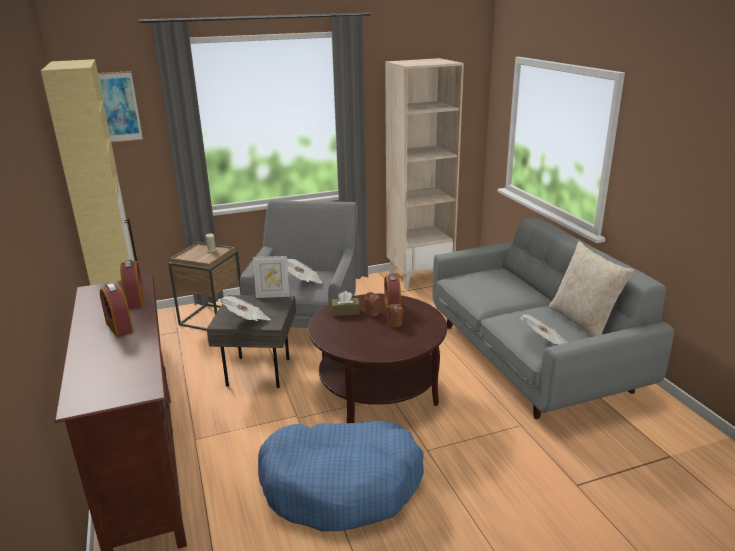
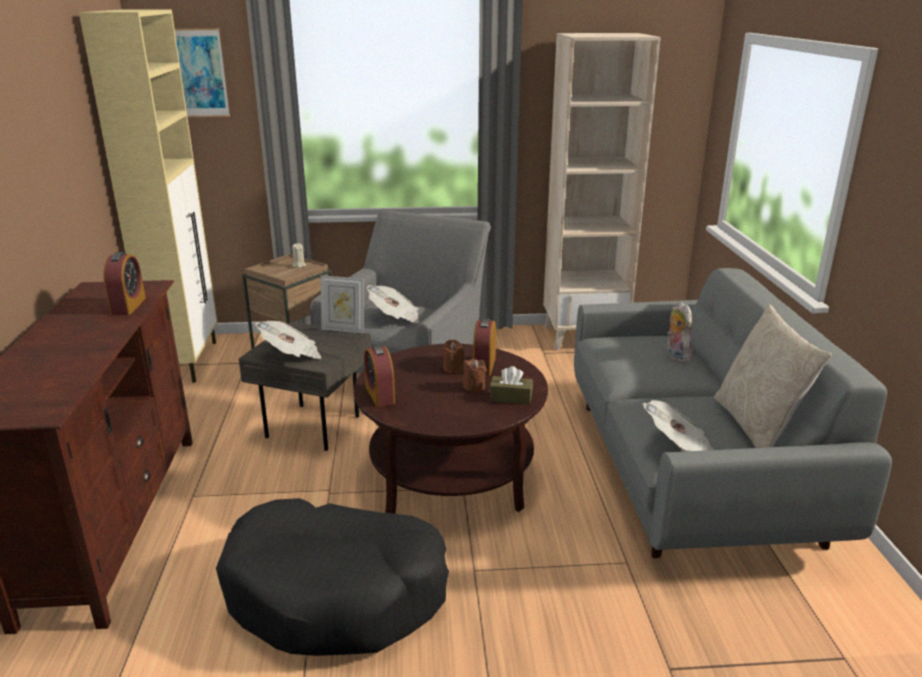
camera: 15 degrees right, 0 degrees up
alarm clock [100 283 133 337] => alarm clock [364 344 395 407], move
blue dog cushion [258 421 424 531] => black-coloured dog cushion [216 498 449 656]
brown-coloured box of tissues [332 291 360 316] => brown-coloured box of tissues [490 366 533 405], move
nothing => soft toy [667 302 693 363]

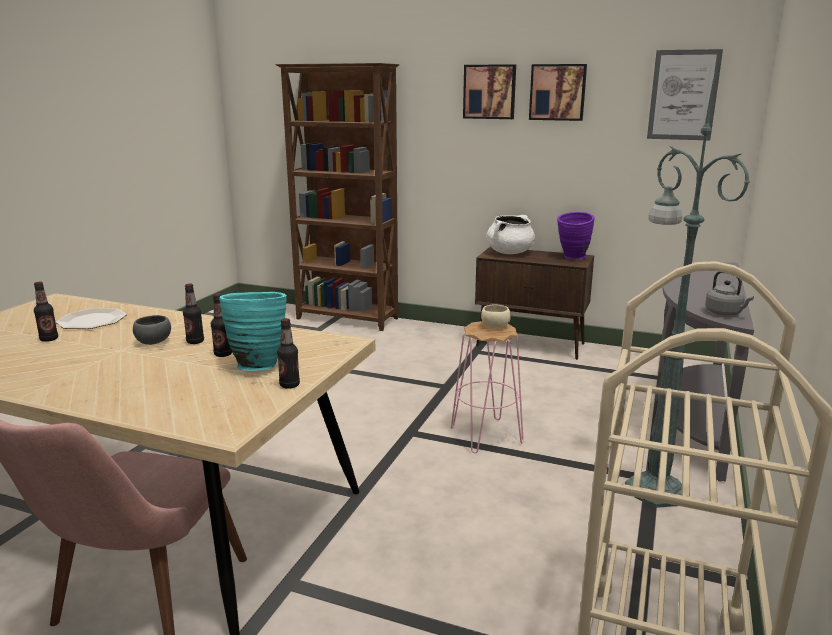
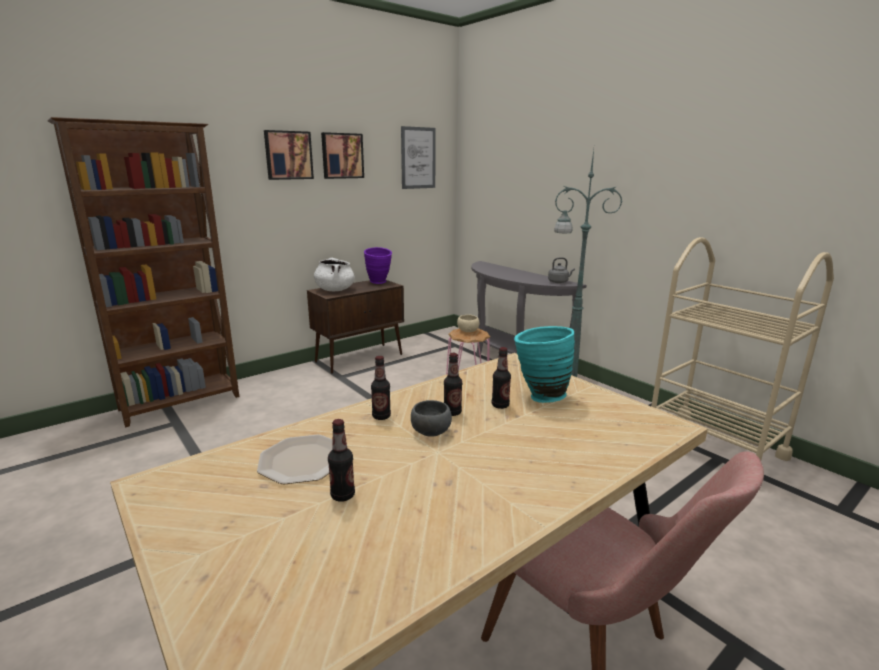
camera: 60 degrees left, 0 degrees up
drink bottle [277 318 300 389] => drink bottle [371 356 391 420], move

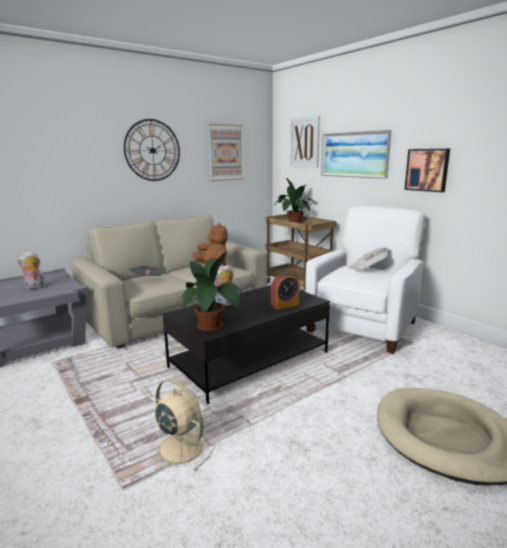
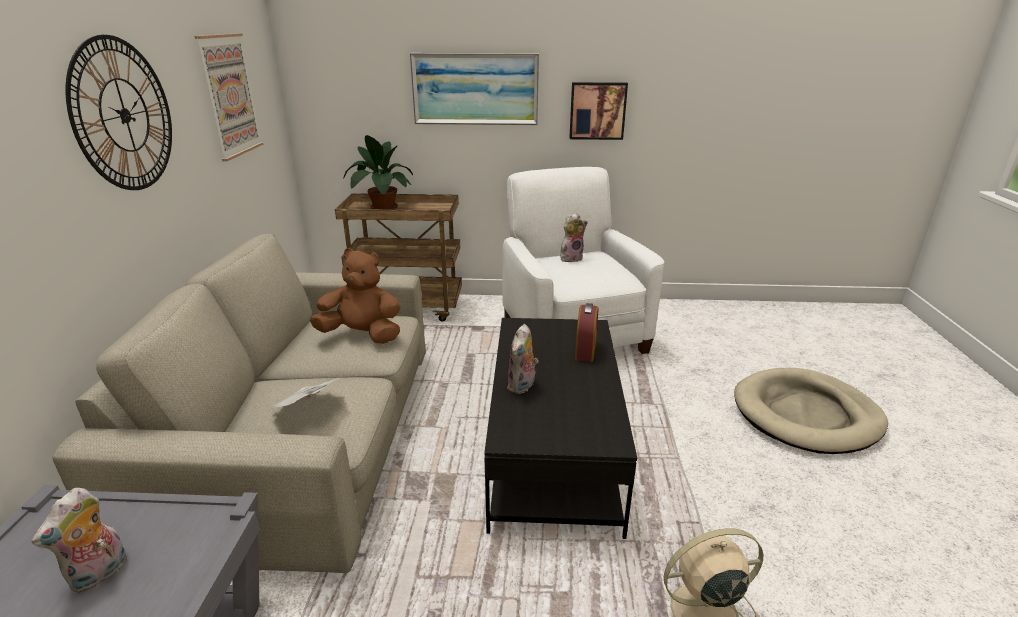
camera: 50 degrees left, 10 degrees up
potted plant [179 252 246 331] => nothing
wall art [290 116 320 168] => nothing
printed paper [348 248 389 271] => soft toy [560 213 588 262]

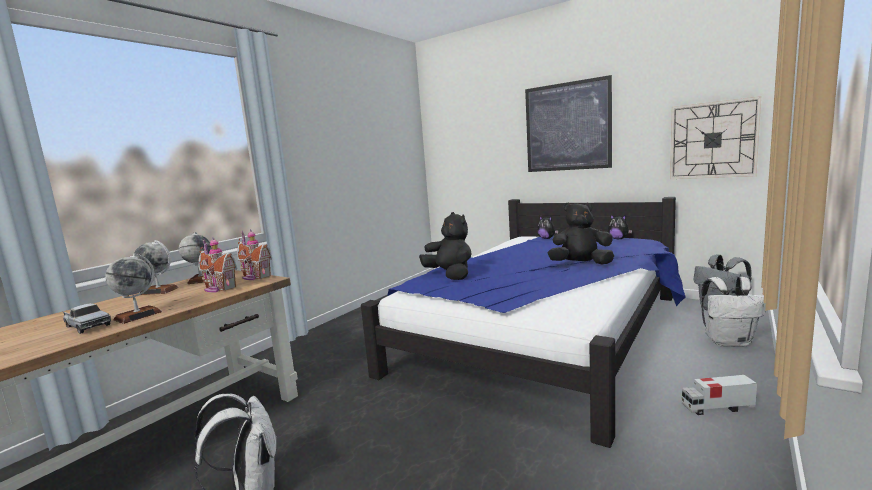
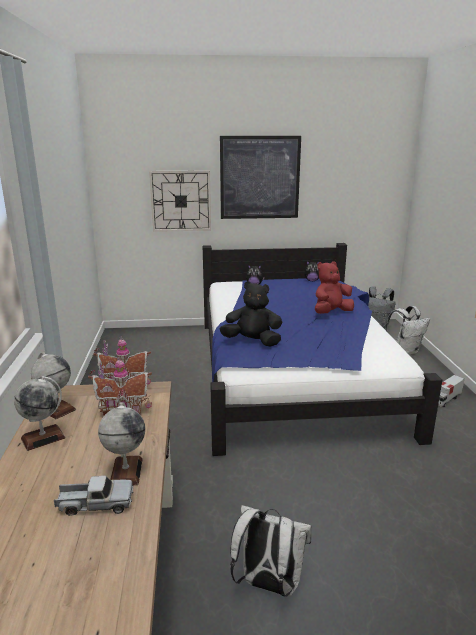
camera: 40 degrees left, 10 degrees up
black-coloured soft toy [547 203 614 264] => red soft toy [315 261 354 314]
wall clock [670 96 761 179] => wall clock [149 171 211 232], move

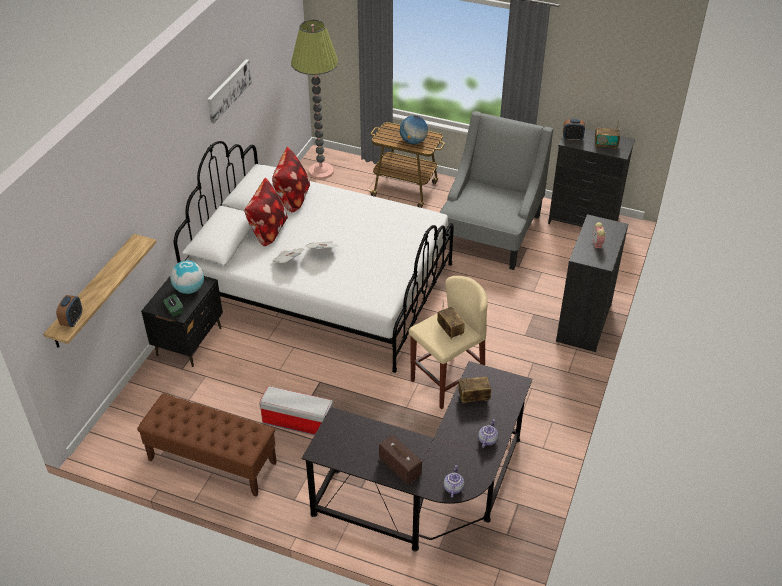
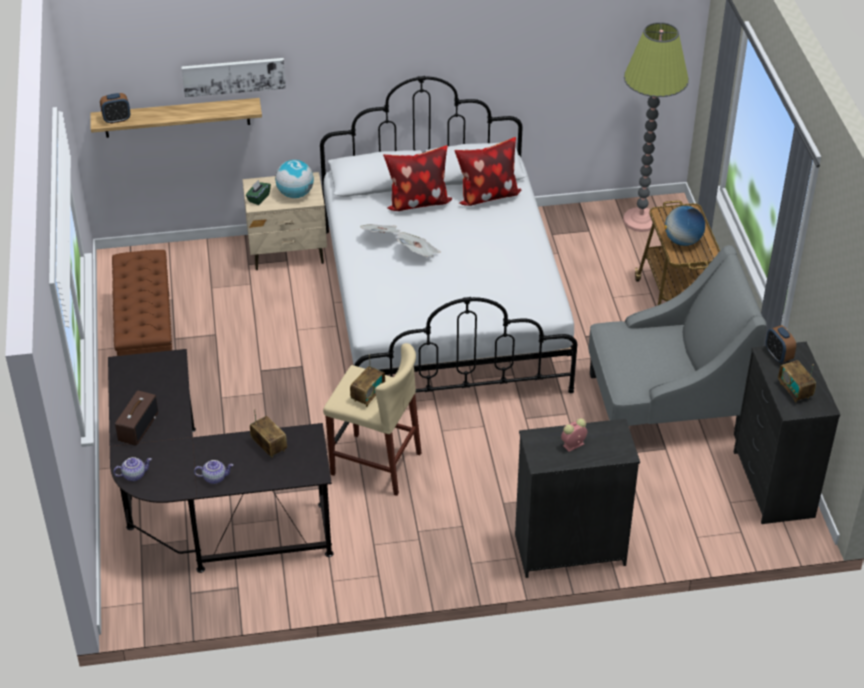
camera: 60 degrees right, 0 degrees up
black-coloured bedside table [141 276 223 367] => beige-coloured bedside table [242 172 327 270]
wall art [207 59 252 123] => wall art [181 58 286 97], move
storage bin [259 386 333 435] => nothing

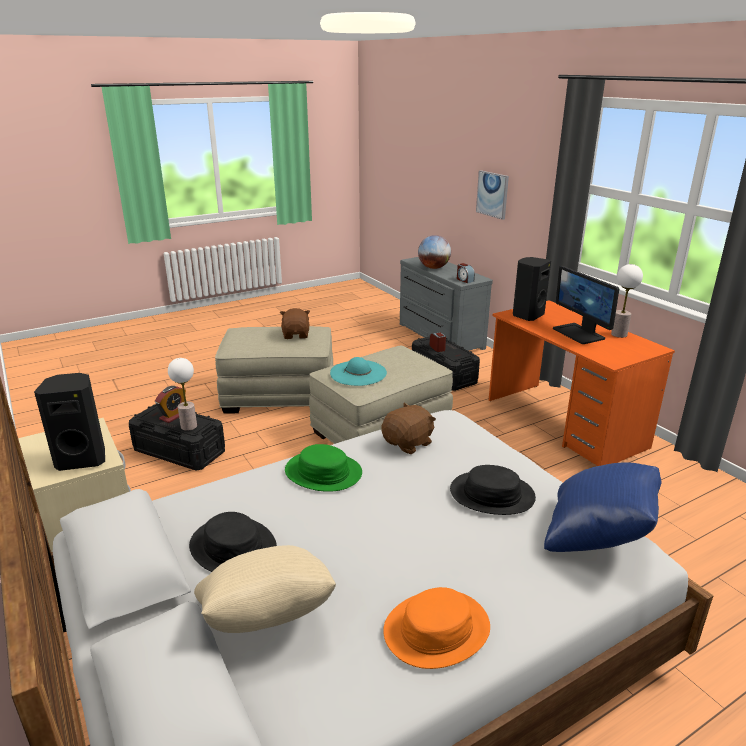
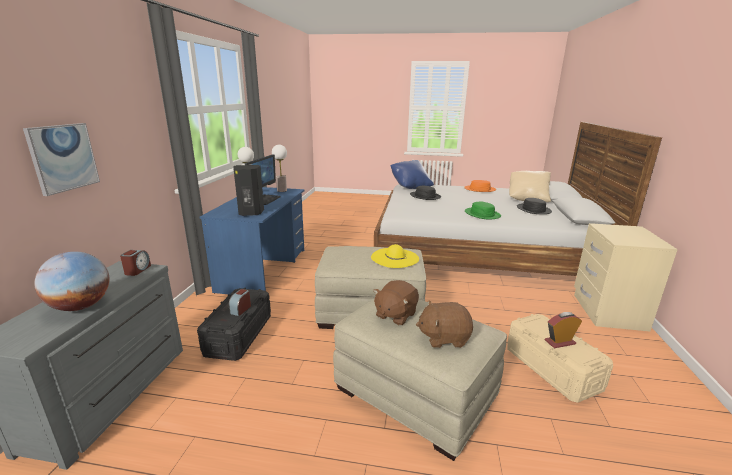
camera: 140 degrees left, 5 degrees down
black-coloured audio speaker [34 373 105 471] => nothing
black-coloured storage bin [129 404 225 470] => beige-coloured storage bin [507 314 613 403]
lamp for a table [168 358 197 431] => lamp for a table [272 145 287 192], move
turquoise-coloured clothing hat [330 357 387 386] => yellow clothing hat [371 244 419 268]
brown-coloured soft toy [381 403 436 454] => brown-coloured soft toy [416 300 473 348], move
orange desk unit [489 300 675 466] => blue desk unit [200 187 305 294]

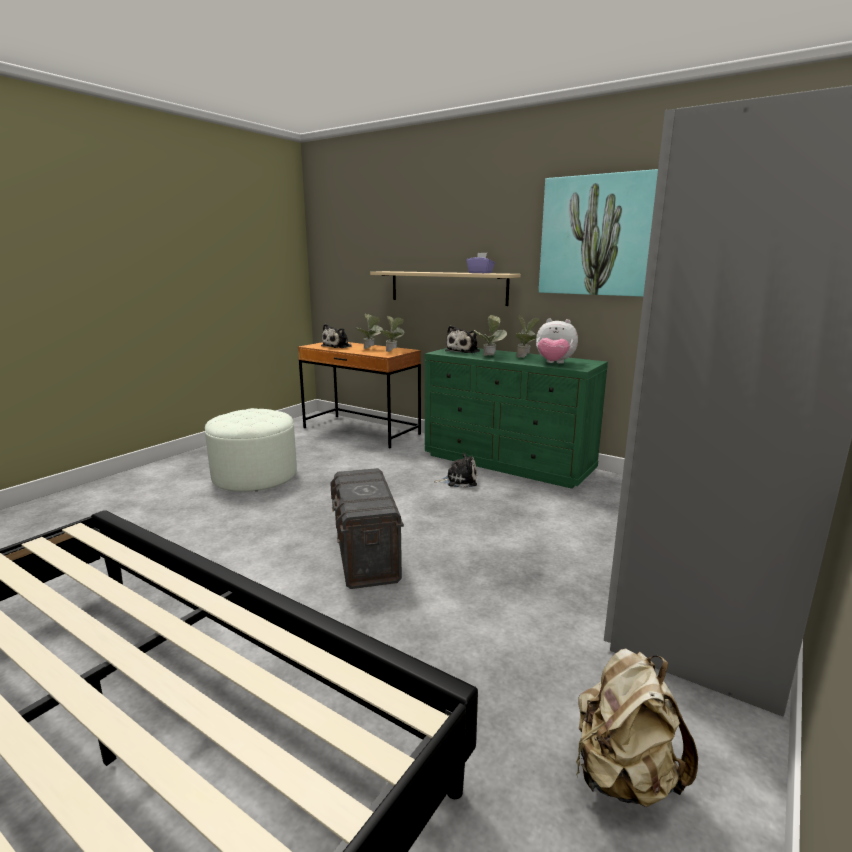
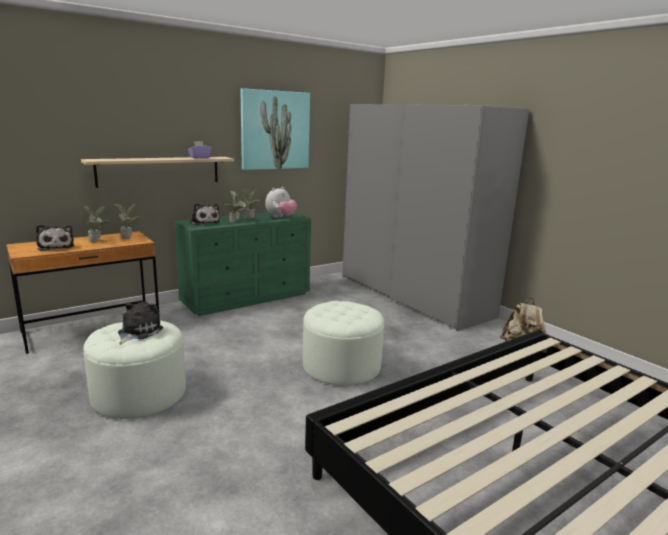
camera: 70 degrees left, 0 degrees up
greyish storage bin [330 468 404 589] => white footrest [303 301 384 386]
soft toy [434 453 477 488] => soft toy [118 302 163 344], move

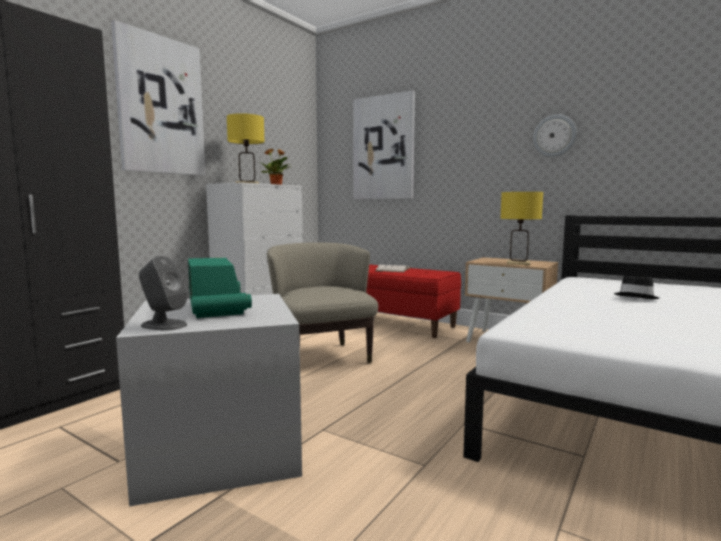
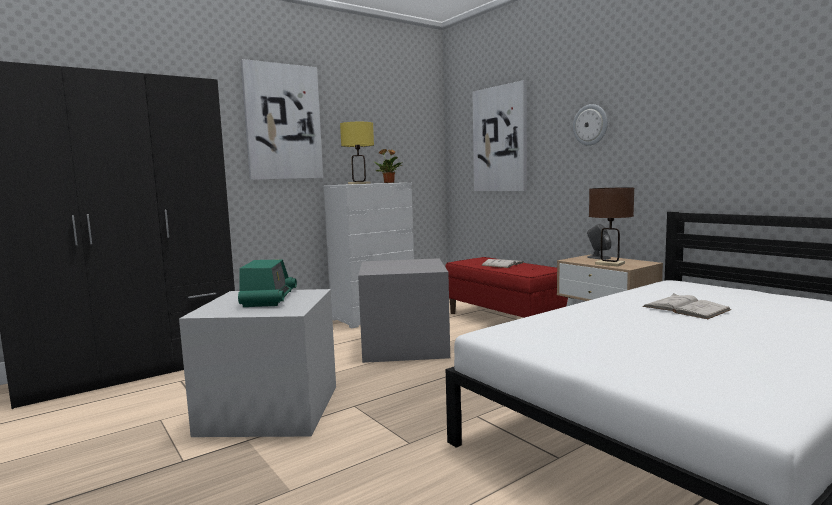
camera: 20 degrees right, 0 degrees up
greyish audio speaker [139 256 187 331] => greyish audio speaker [587 224 612 259], move
beige-coloured lounge chair [267 242 378 363] => greyish storage bin [358 258 450 363]
yellow lamp for a table [500 192 543 265] => brown-coloured lamp for a table [589 188 634 266]
wall clock [533 114 577 157] => wall clock [573 104 608 146], move
black-coloured clothing hat [614 276 659 299] => white book [642 293 731 319]

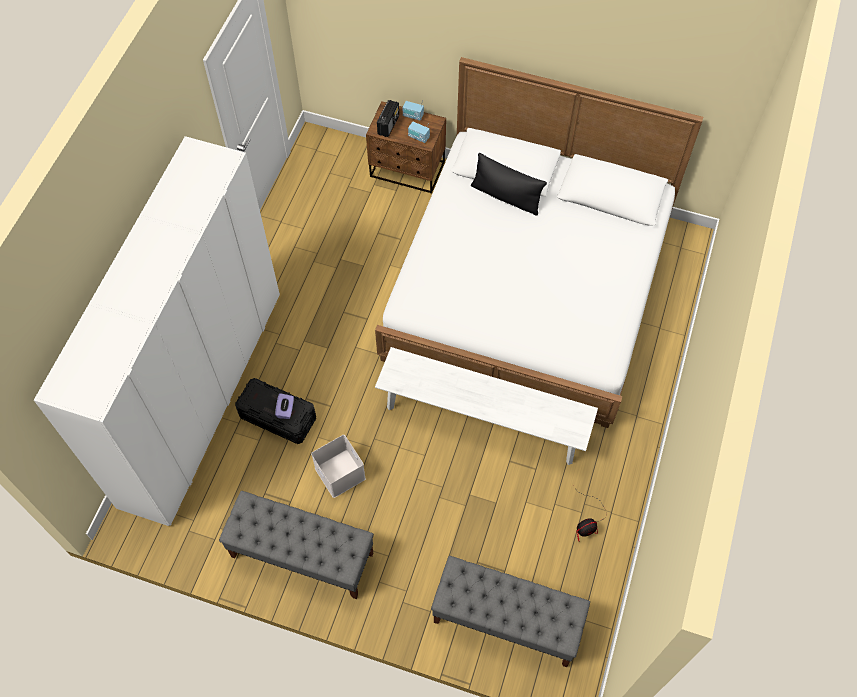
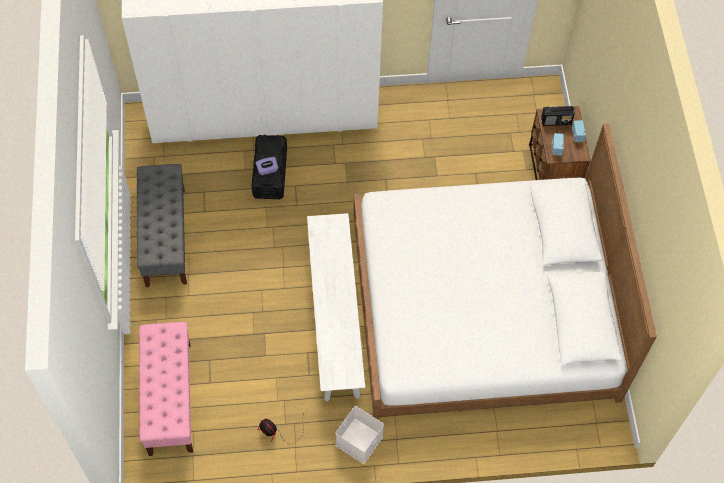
camera: 65 degrees right, 0 degrees up
white storage bin [311 435 366 498] => white storage bin [336 406 384 464], move
greyish indoor bench [431 556 590 667] => pink indoor bench [139 322 193 456]
black-coloured cushion [471 153 547 216] => nothing

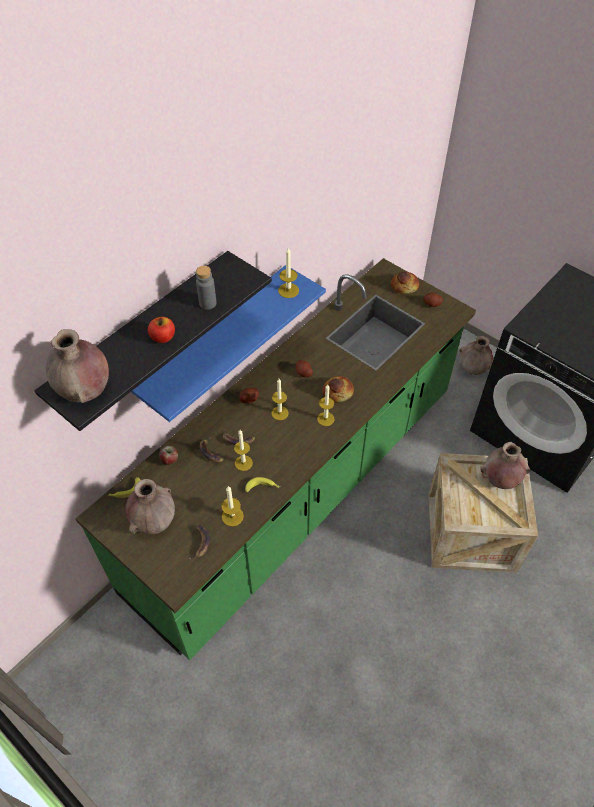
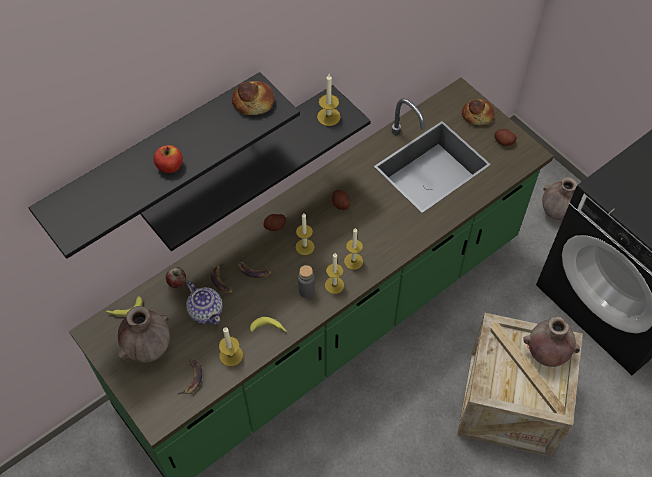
camera: 10 degrees right, 5 degrees up
brown-coloured vase [45 329 109 403] => nothing
blue wall shelf [131 265 326 422] => black-coloured wall shelf [140 85 371 251]
greyish drink bottle [196 266 217 310] => greyish drink bottle [298 265 315 298], move
wax candle [234 430 253 471] => wax candle [325 253 344 294], move
bread [322 376 354 402] => bread [232 81 274 115], move
nothing => teapot [186 281 223 325]

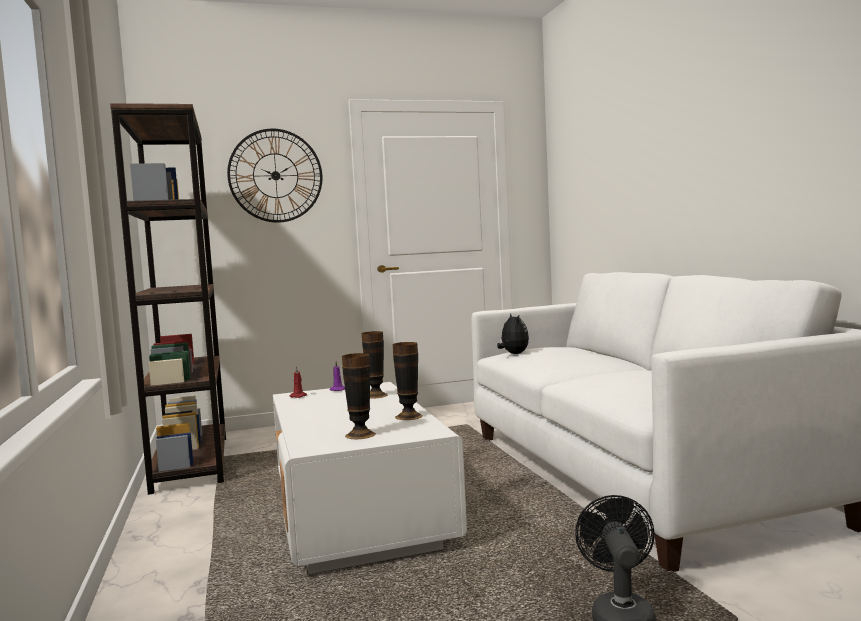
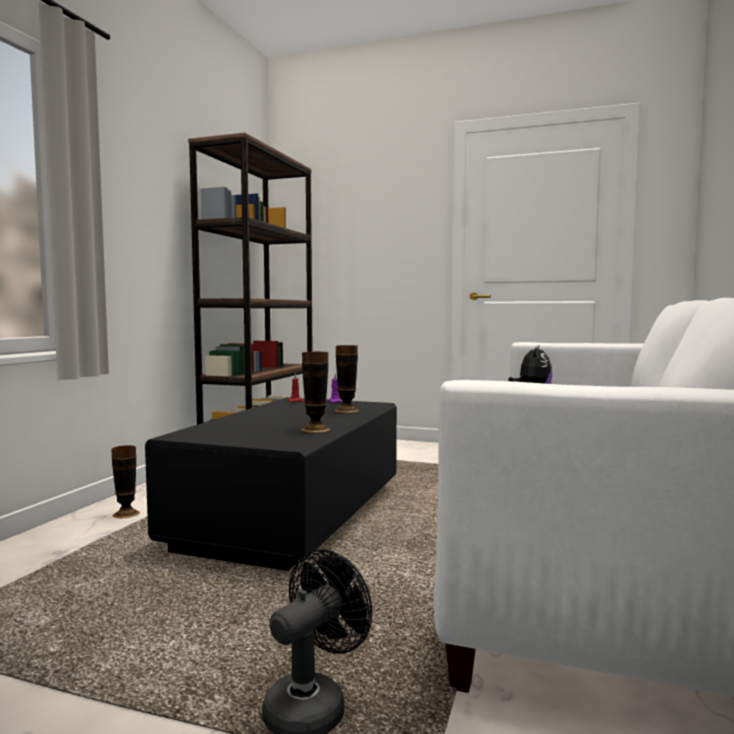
camera: 35 degrees right, 0 degrees up
wall clock [227 128 322 223] => nothing
white coffee table [273 382 467 574] => black-coloured coffee table [145 397 397 571]
vase [342 353 376 439] => vase [111 445 140 518], move

